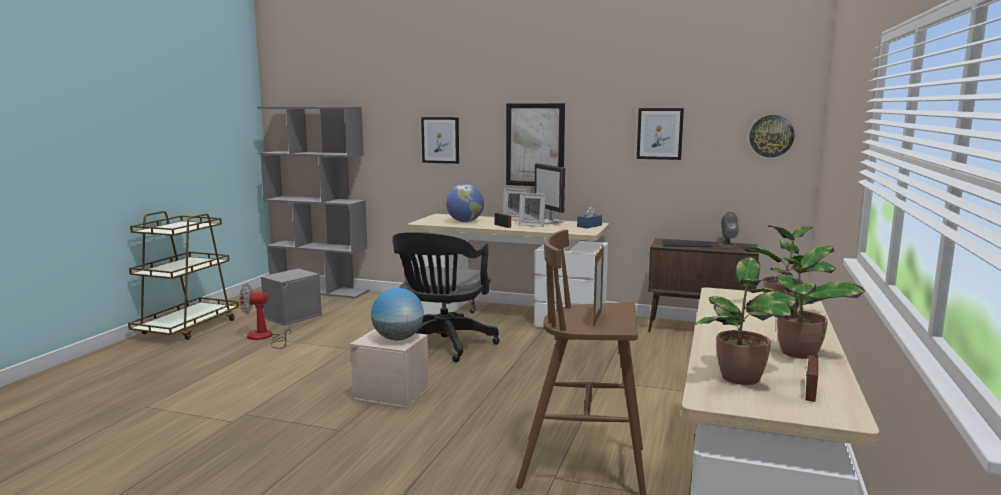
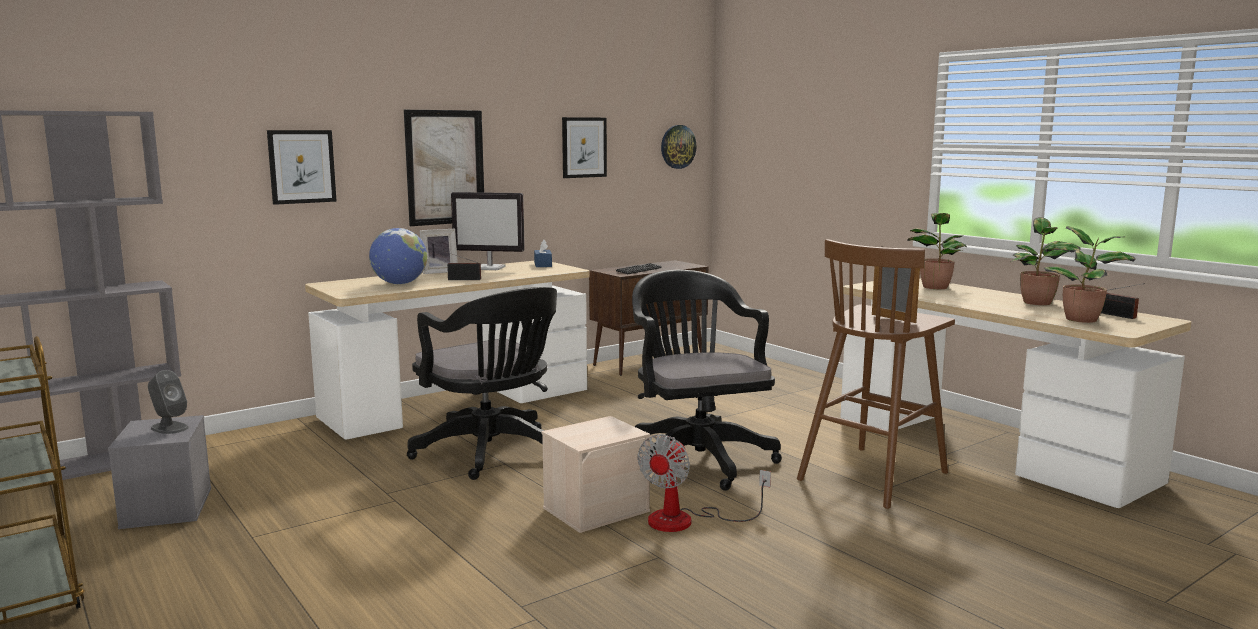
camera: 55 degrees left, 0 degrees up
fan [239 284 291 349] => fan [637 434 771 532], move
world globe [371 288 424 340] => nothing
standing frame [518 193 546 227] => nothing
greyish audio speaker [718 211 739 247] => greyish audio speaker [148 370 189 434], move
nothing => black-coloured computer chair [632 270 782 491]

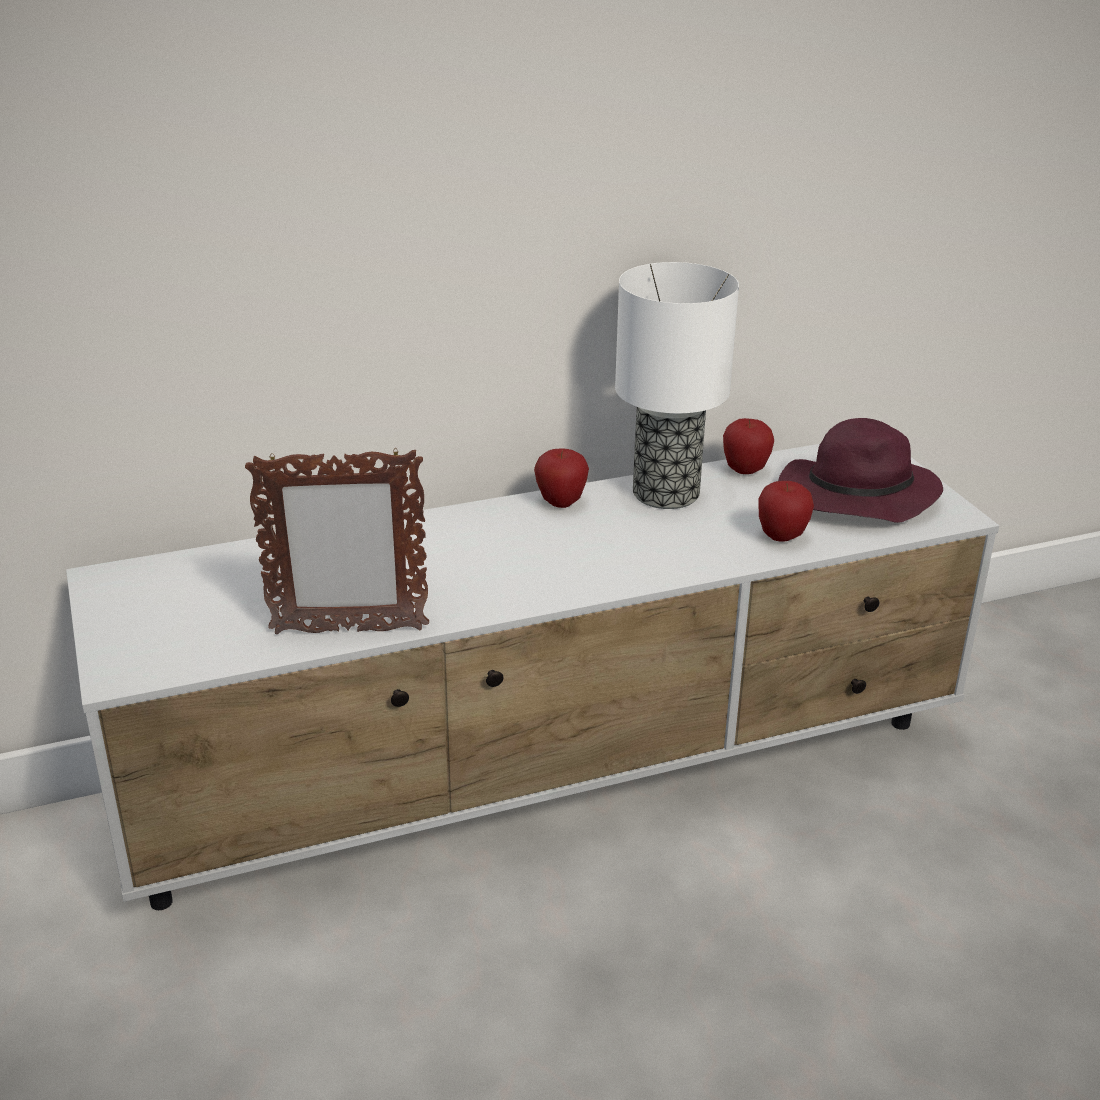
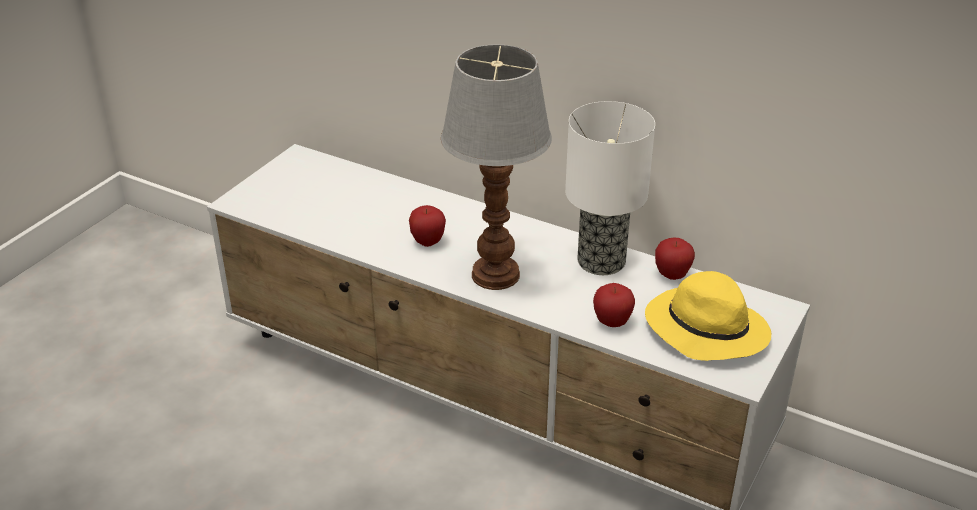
camera: 50 degrees right, 5 degrees up
standing frame [245 450 429 634] => nothing
apple fruit [534 449 589 508] => apple fruit [409 205 446 247], move
purple-coloured clothing hat [778 418 943 523] => yellow clothing hat [645 271 771 361]
nothing => lamp for a table [441 44 552 290]

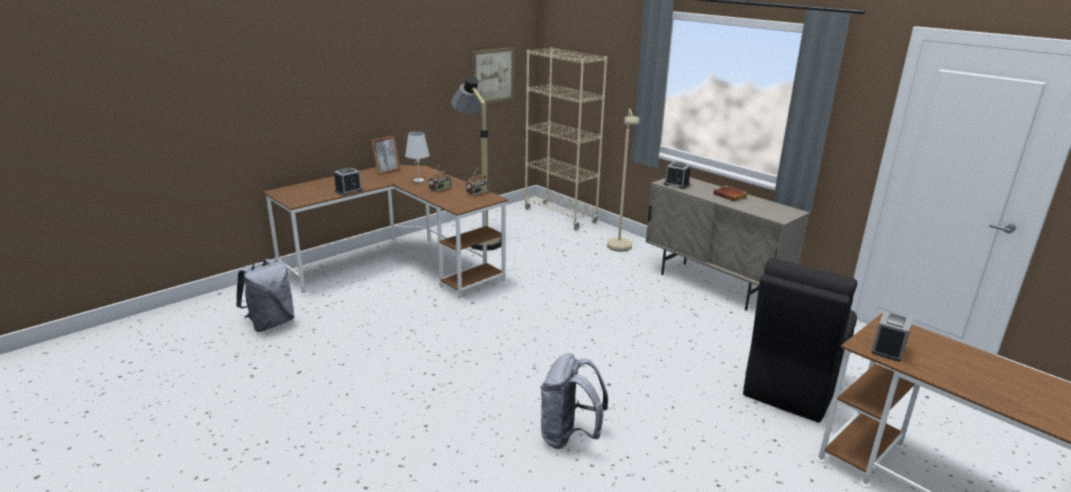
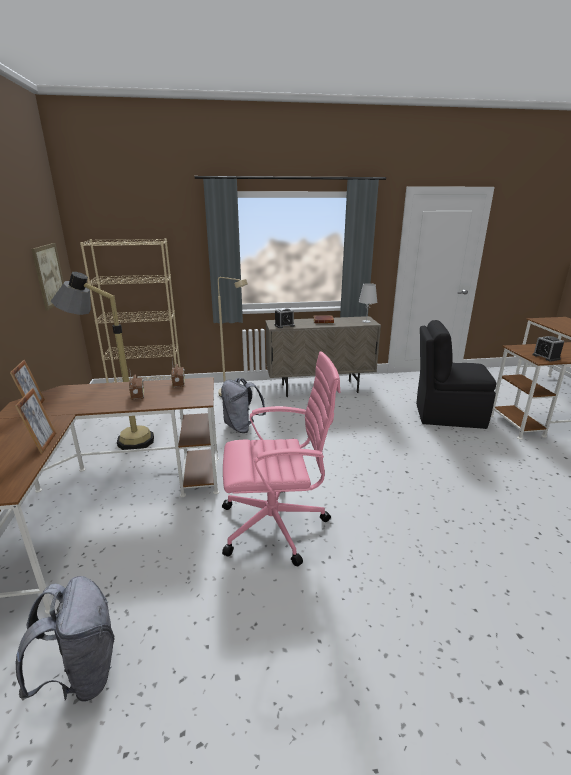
camera: 55 degrees left, 0 degrees up
alarm clock [334 168 363 196] => standing frame [15 388 56 454]
white lamp for a table [405 132 430 182] => white lamp for a table [358 283 377 323], move
greyish knapsack [540 353 608 449] => greyish knapsack [221 378 266 433], move
black-coloured chair [743 258 857 423] => black-coloured chair [416 320 496 429], 120 degrees clockwise
nothing => pink computer chair [222 351 341 566]

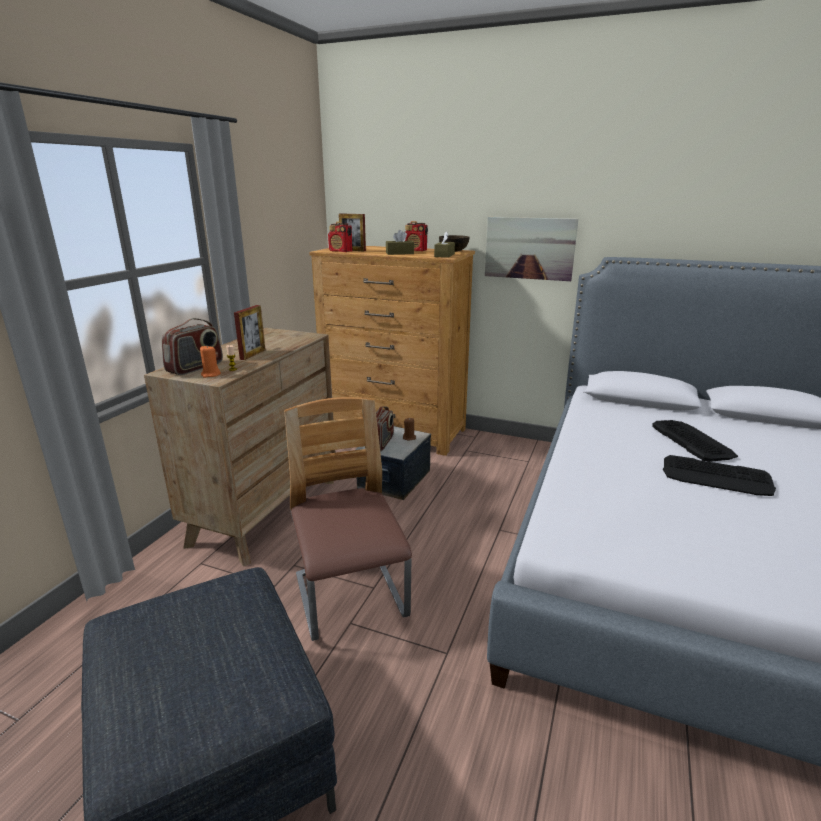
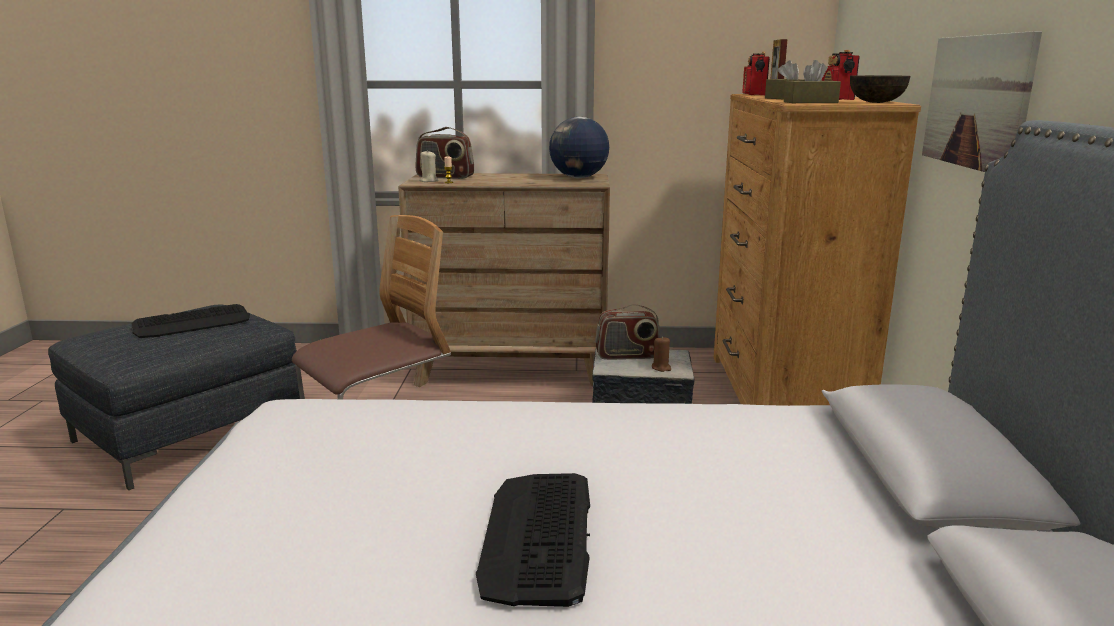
camera: 70 degrees right, 5 degrees down
orange wax candle [200 346 221 378] => beige-coloured wax candle [419 150 438 182]
standing frame [234 305 266 360] => nothing
computer keyboard [652 420 738 462] => computer keyboard [132 304 250 338], move
nothing => world globe [549 117 609 178]

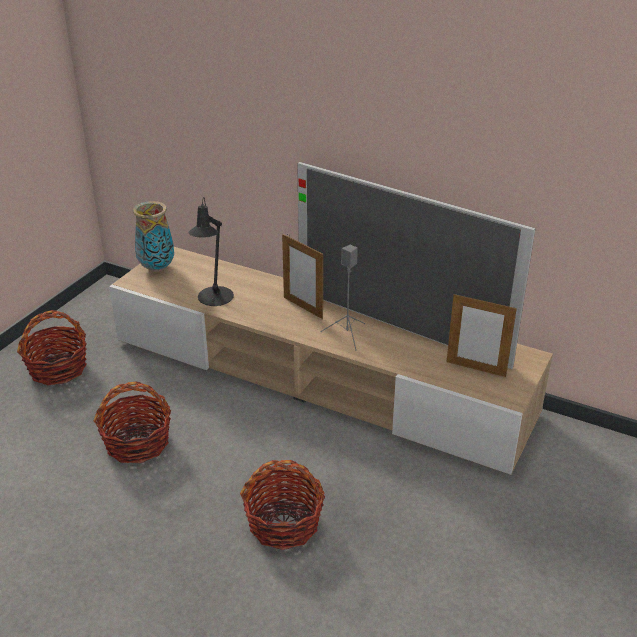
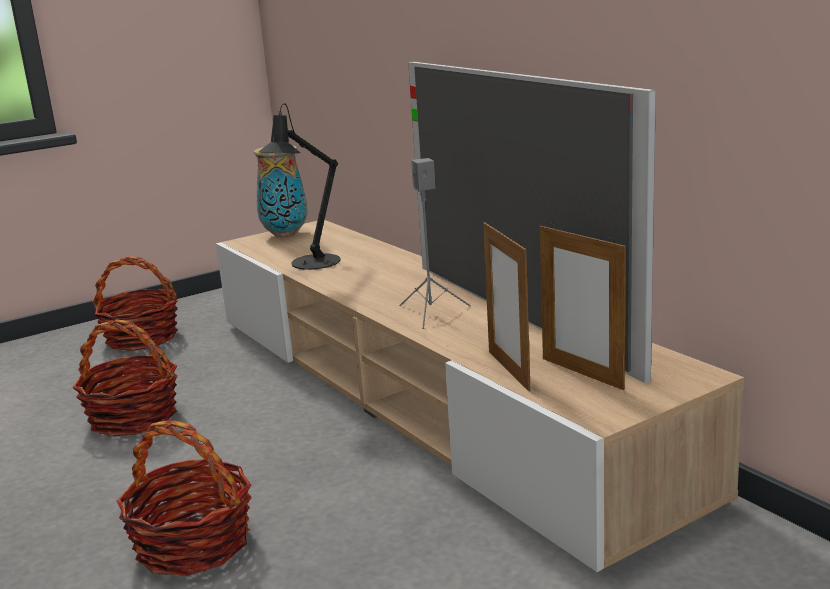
camera: 30 degrees right, 15 degrees down
standing frame [282 234 323 319] => standing frame [483 221 531 391], move

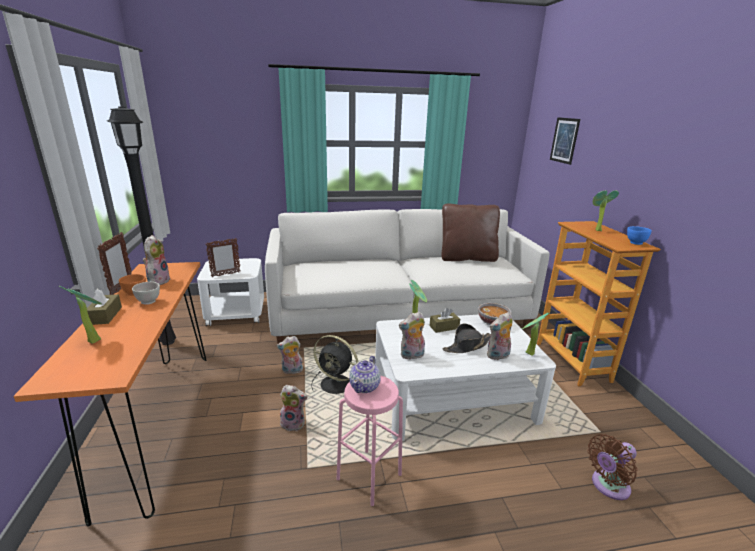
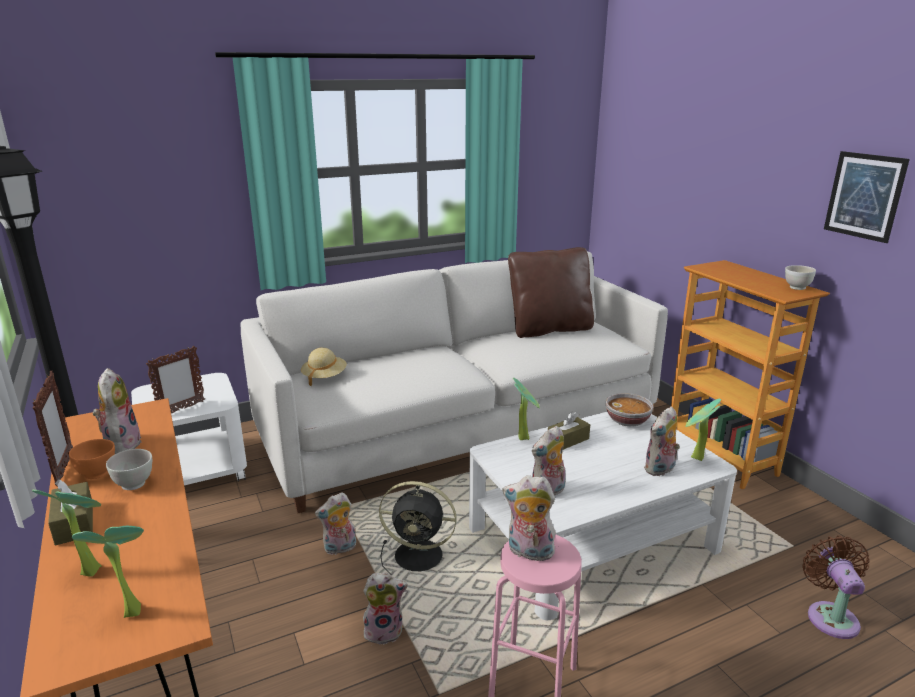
camera: 15 degrees left, 0 degrees up
teapot [349 356 381 393] => soft toy [503 475 557 561]
black-coloured clothing hat [442 324 491 353] => nothing
wall art [550 117 580 165] => wall art [824 151 910 243], move
brown-coloured fan [587 434 638 500] => brown-coloured fan [802 536 870 639], 135 degrees clockwise
potted plant [593 190 619 231] => potted plant [72 526 144 618], move
blue deep dish [627 226 652 245] => white deep dish [785 265 816 290]
nothing => beige-coloured clothing hat [301 348 347 386]

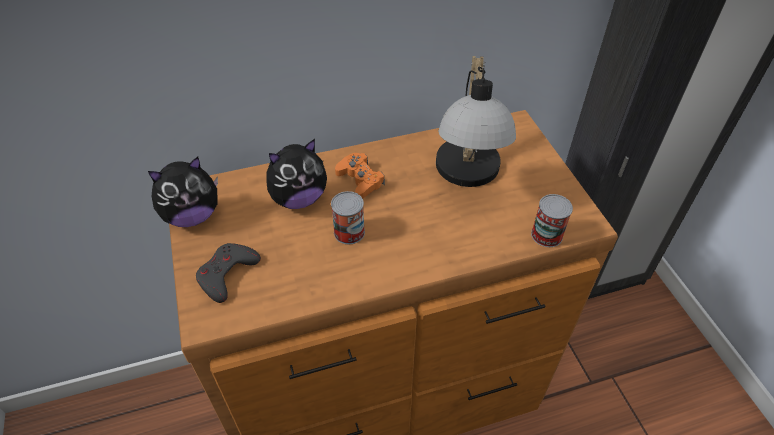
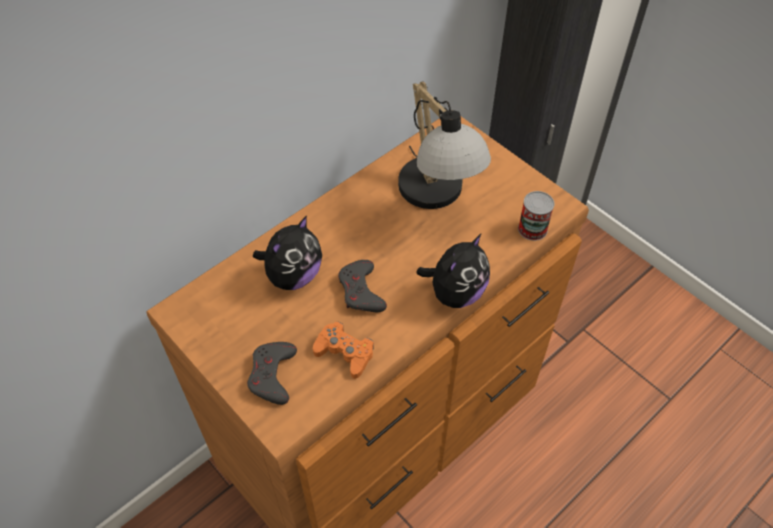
camera: 25 degrees left, 5 degrees up
soft toy [148 157 218 227] => soft toy [417 233 490 308], move
sealed can [331 191 365 244] => greyish game controller [338 260 387 312]
orange game controller [335 153 385 198] => orange game controller [313 321 374 379], move

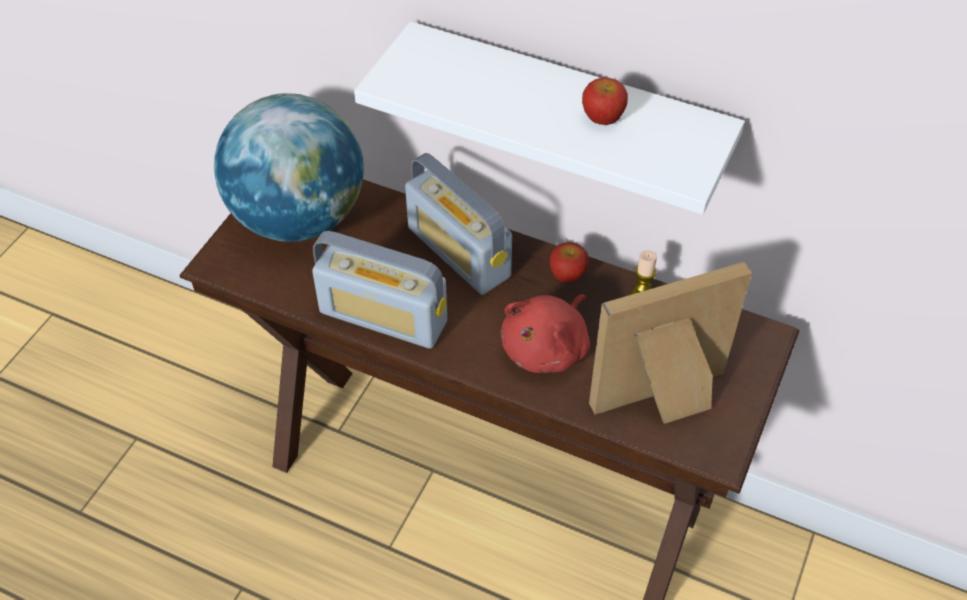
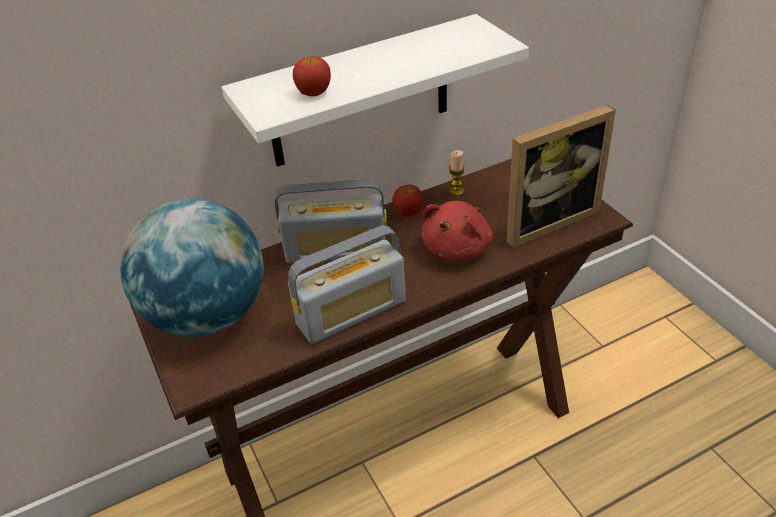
camera: 50 degrees left, 10 degrees down
red soft toy [500 294 590 373] => red soft toy [421 201 493 260], 45 degrees clockwise
apple fruit [582 77 628 125] => apple fruit [293 56 331 96], move
standing frame [589 262 752 424] => standing frame [506 105 616 248], 135 degrees counterclockwise

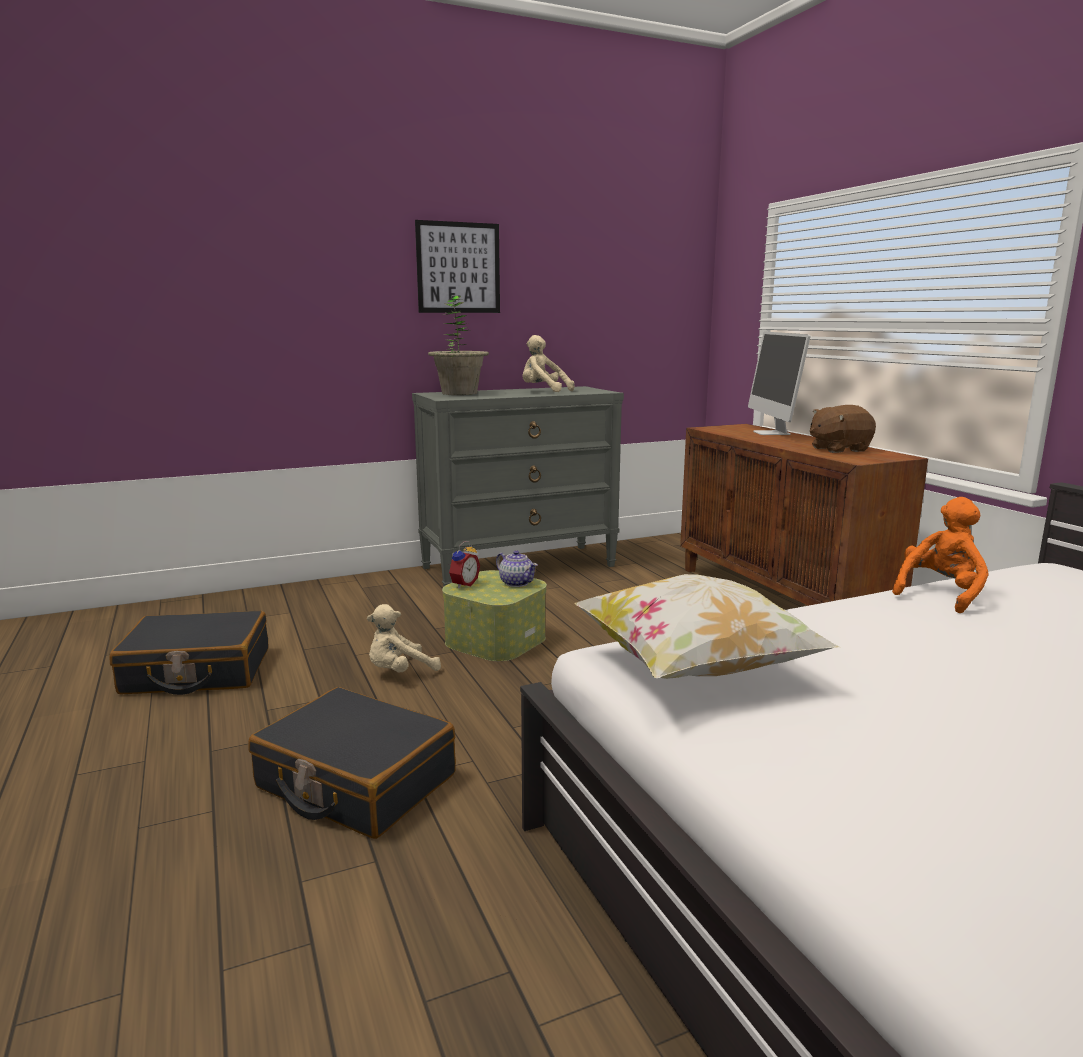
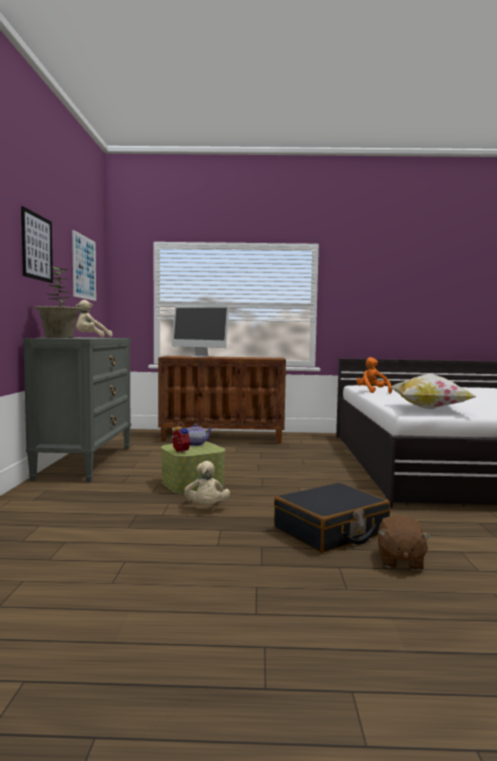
camera: 65 degrees left, 10 degrees down
black-coloured travel case [109 611 269 695] => nothing
brown-coloured soft toy [810 405 876 453] => brown-coloured soft toy [378 515 431 571], move
nothing => wall art [72 230 96 301]

